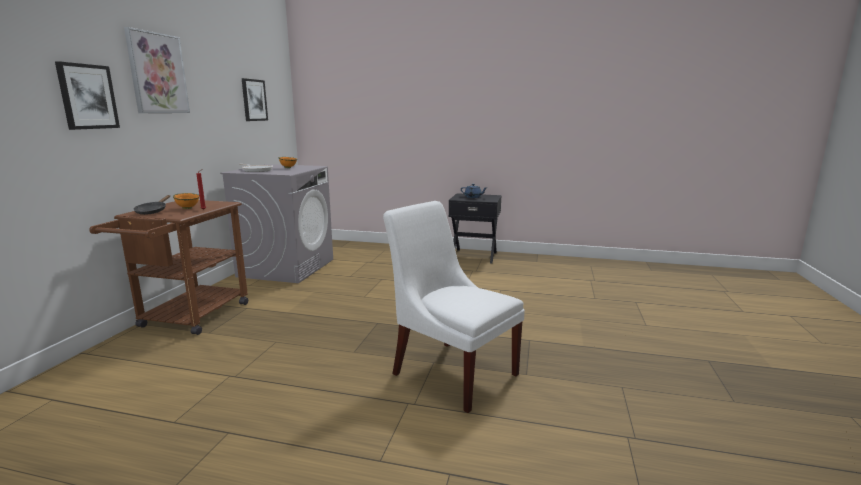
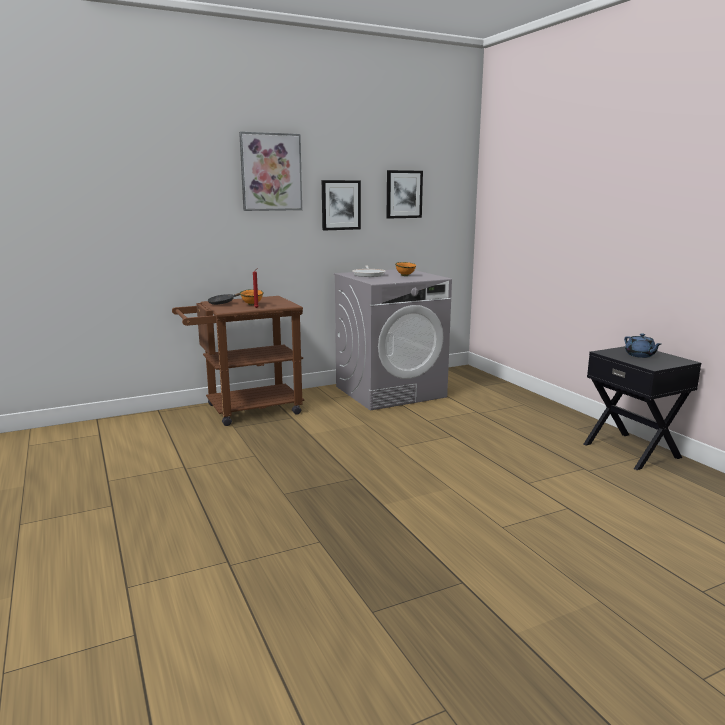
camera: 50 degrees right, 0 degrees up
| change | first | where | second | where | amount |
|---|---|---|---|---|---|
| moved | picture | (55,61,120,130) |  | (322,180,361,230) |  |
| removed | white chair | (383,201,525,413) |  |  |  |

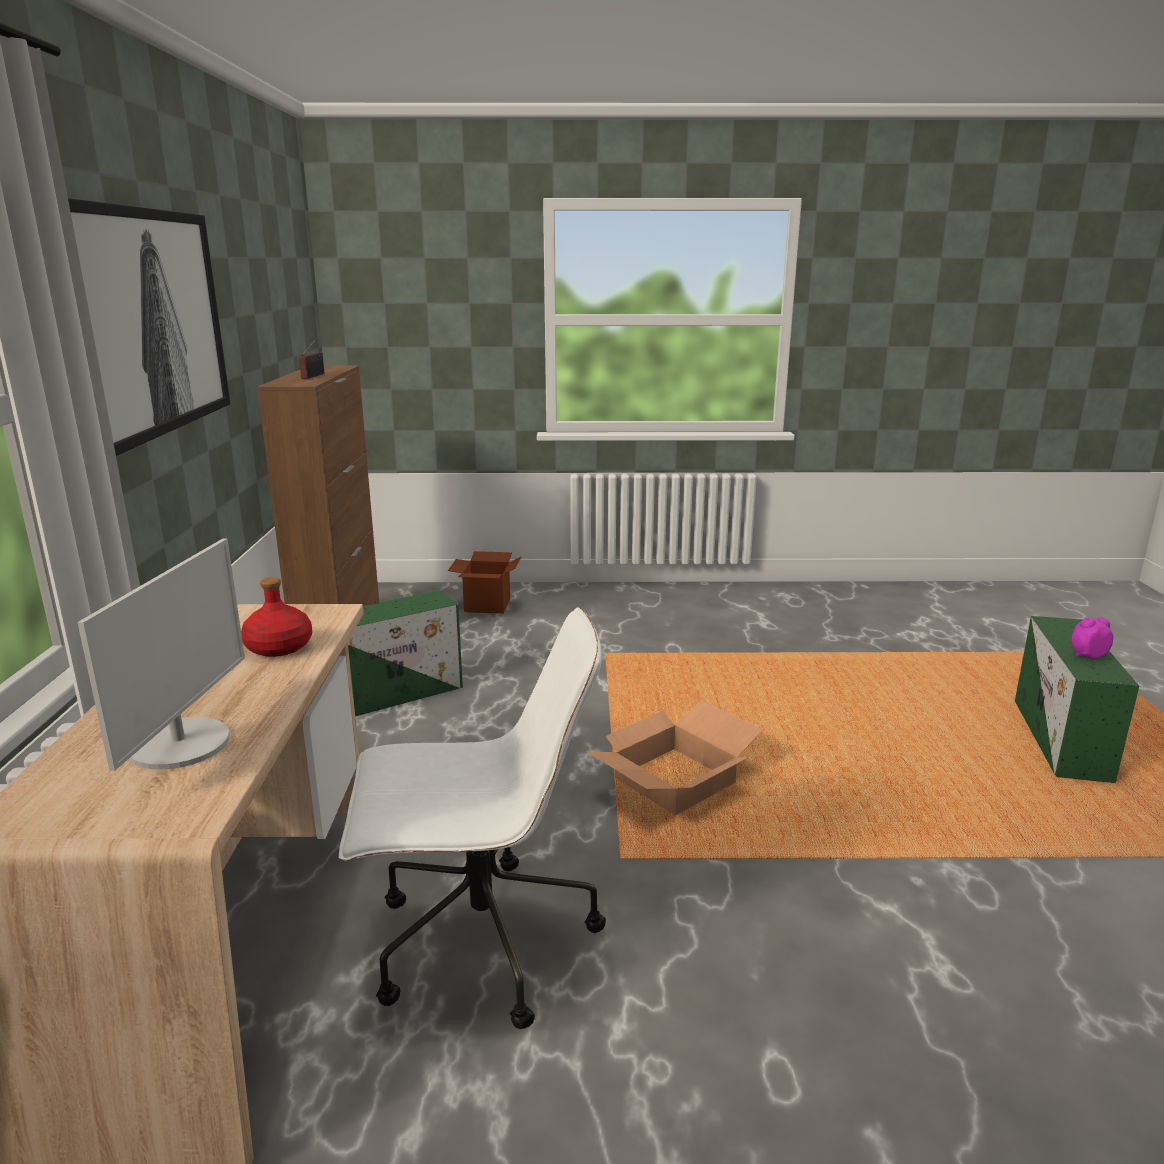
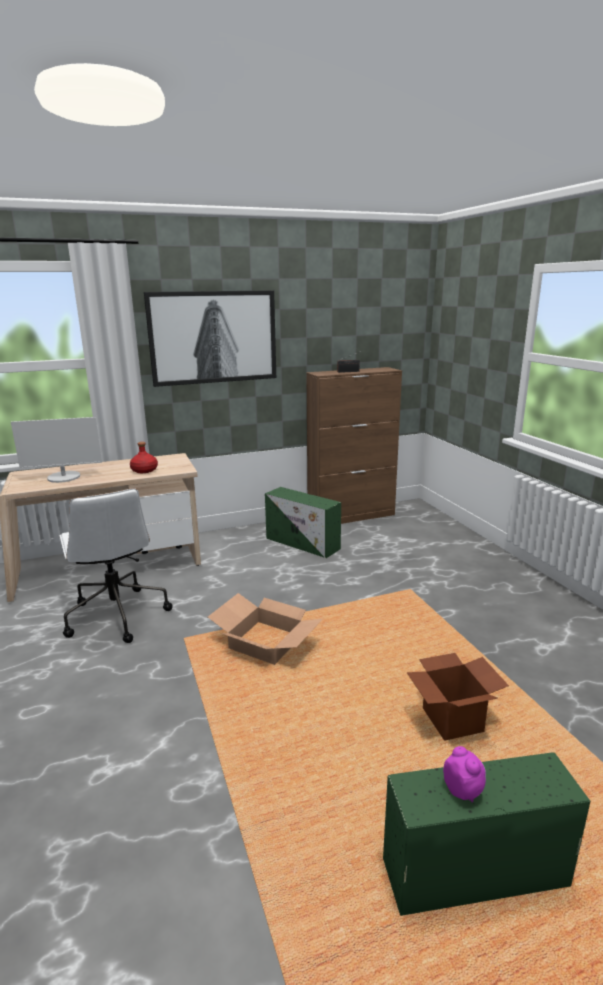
camera: 70 degrees right, 0 degrees up
| change | first | where | second | where | amount |
|---|---|---|---|---|---|
| moved | cardboard box | (448,551,522,614) |  | (407,653,509,741) |  |

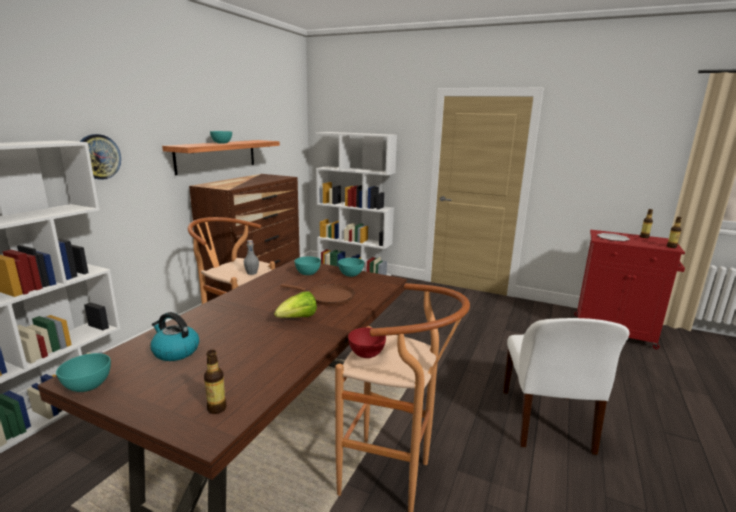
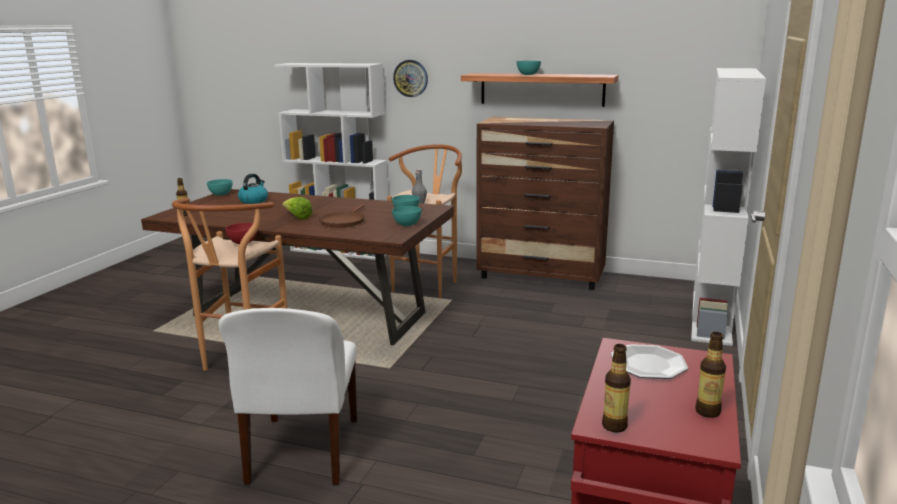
camera: 85 degrees right, 0 degrees up
| change | first | where | second | where | amount |
|---|---|---|---|---|---|
| turned | white chair | (503,318,630,455) |  | (219,308,357,485) | 90 degrees counterclockwise |

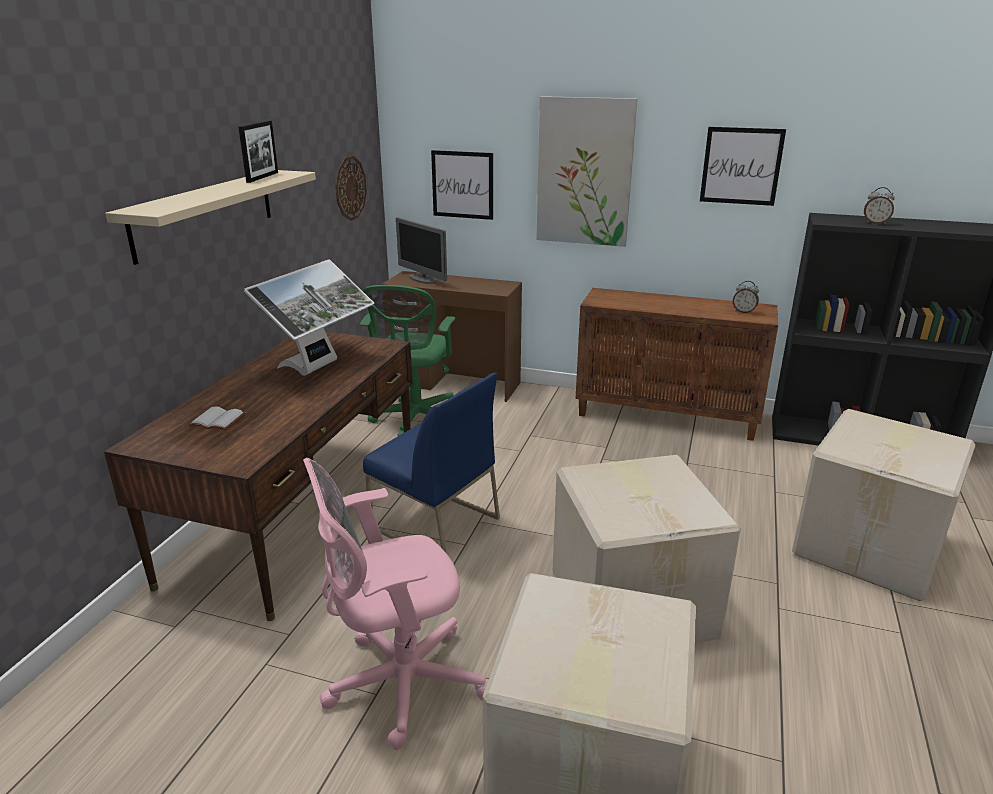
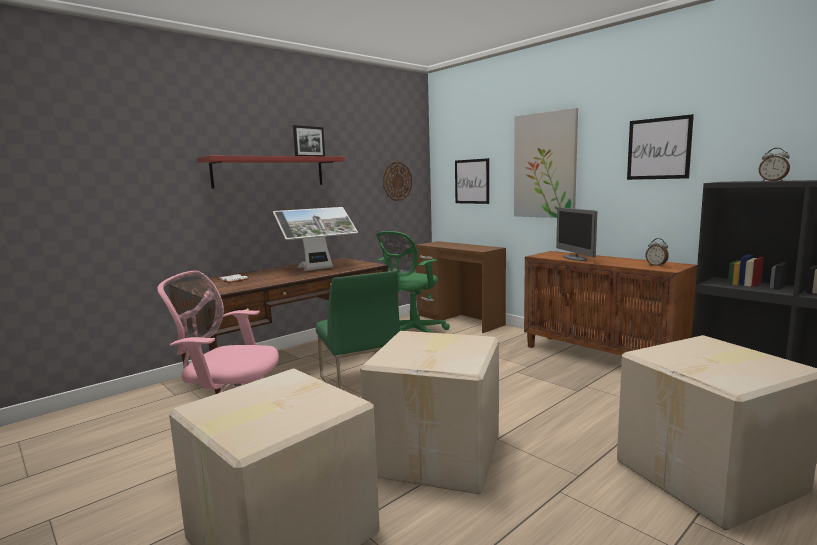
camera: 30 degrees right, 15 degrees down
| change | first | where | second | where | amount |
|---|---|---|---|---|---|
| recoloured | beige shelf | (105,170,316,265) | red shelf | (197,156,345,189) |  |
| recoloured | blue chair | (363,373,500,552) | green chair | (316,271,400,389) |  |
| moved | monitor | (396,217,447,284) |  | (556,207,597,261) |  |

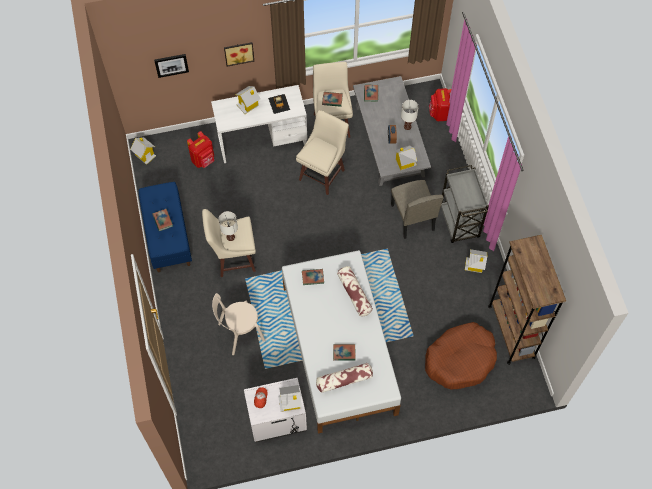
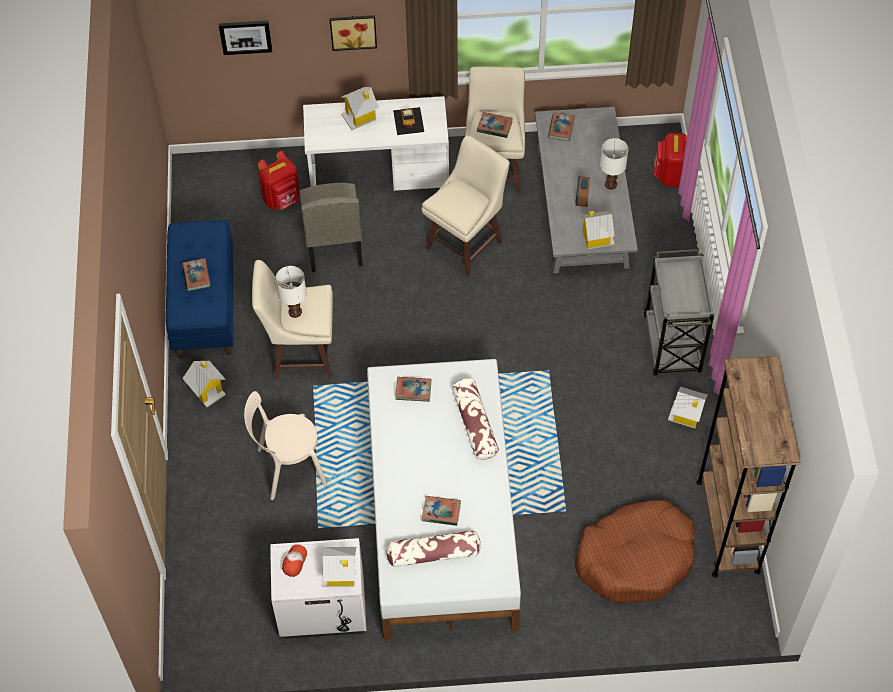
camera: 10 degrees right, 5 degrees down
| change | first | where | second | where | amount |
|---|---|---|---|---|---|
| moved | toy house | (130,137,156,165) |  | (182,361,226,407) |  |
| moved | beige chair | (391,180,443,239) |  | (299,183,363,272) |  |

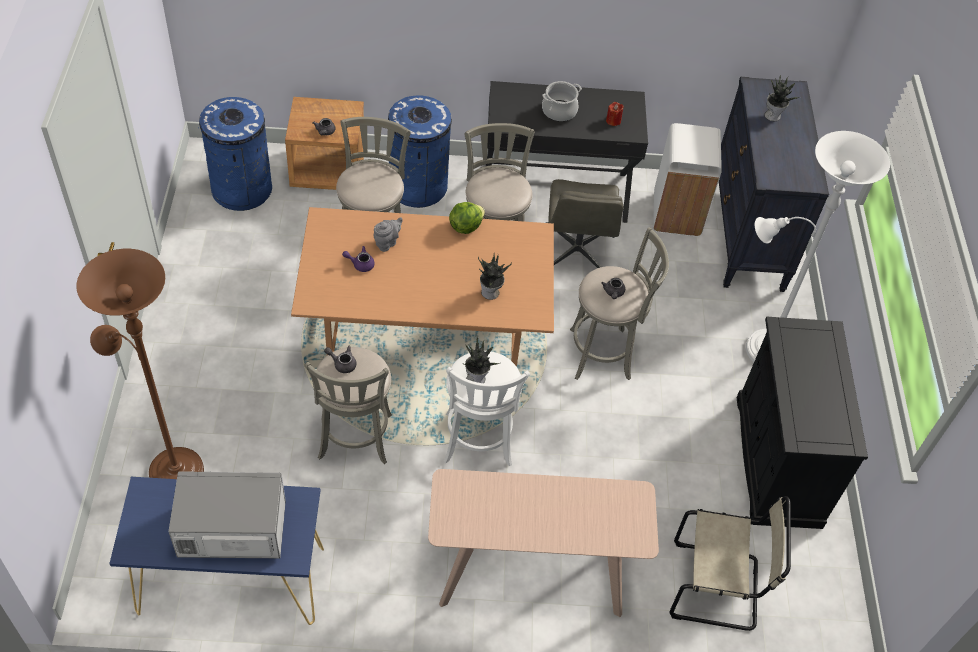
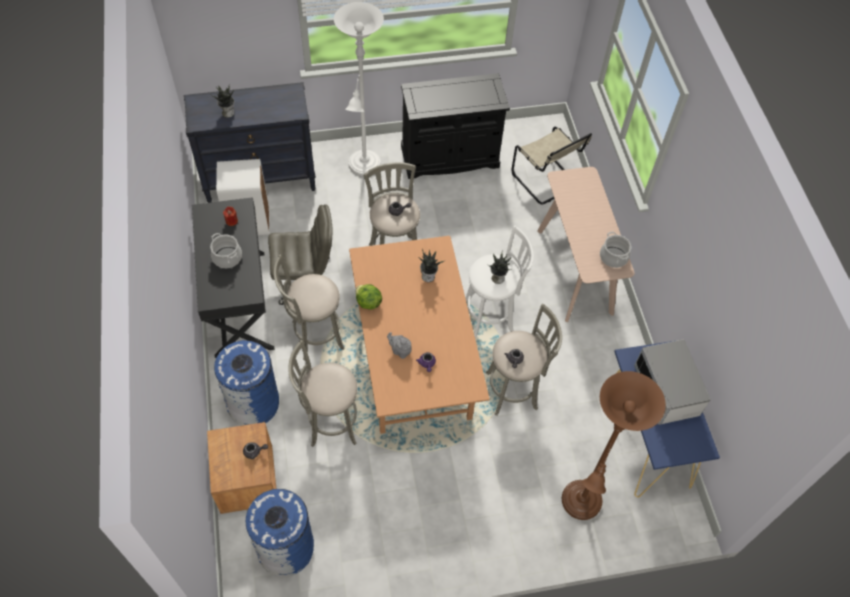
camera: 100 degrees left, 5 degrees up
| change | first | where | second | where | amount |
|---|---|---|---|---|---|
| turned | beige chair | (669,496,791,631) |  | (511,127,592,204) | 150 degrees clockwise |
| added |  |  | cooking pot | (600,232,631,268) |  |

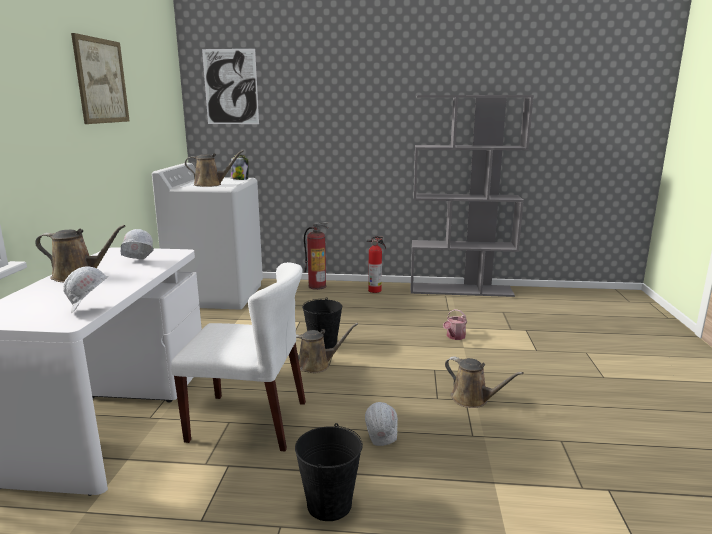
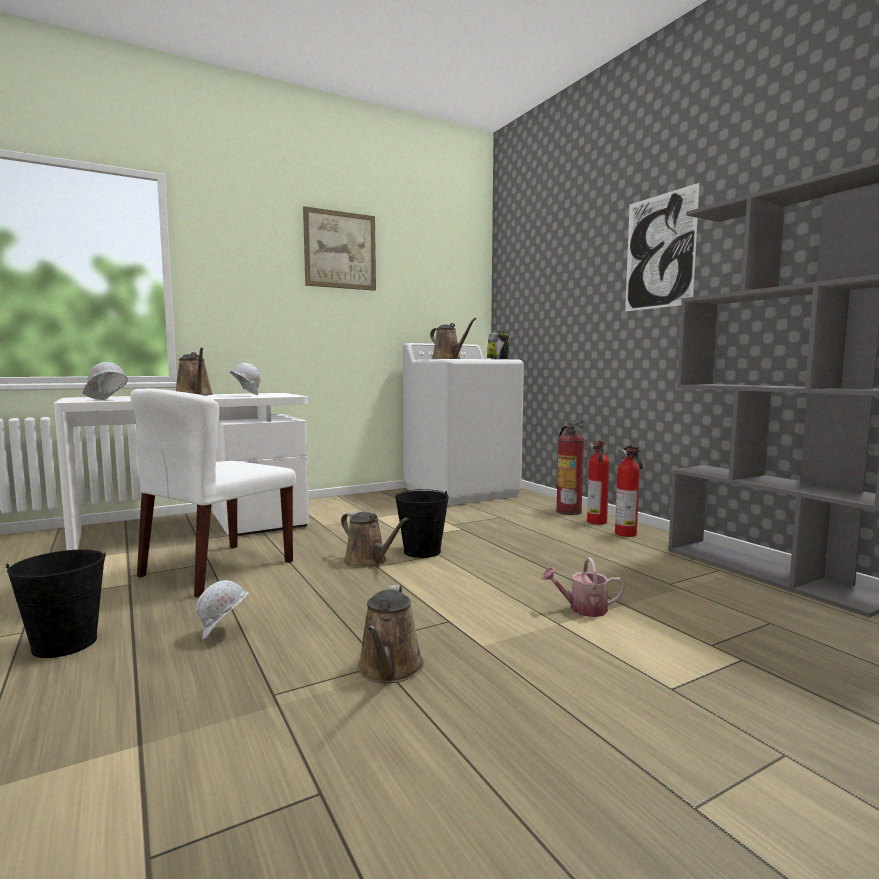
camera: 55 degrees right, 10 degrees down
| change | first | where | second | where | amount |
|---|---|---|---|---|---|
| turned | white chair | (171,262,306,451) |  | (130,389,296,598) | 60 degrees clockwise |
| added |  |  | fire extinguisher | (587,440,609,524) |  |
| moved | picture | (202,49,259,124) |  | (625,183,700,311) |  |

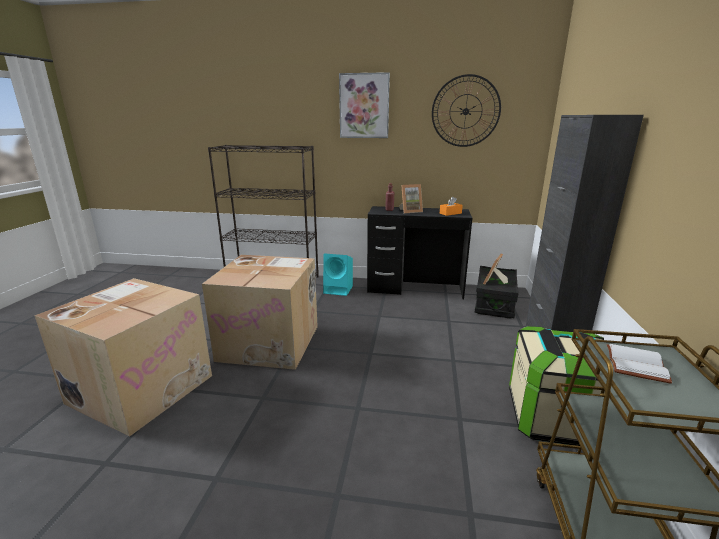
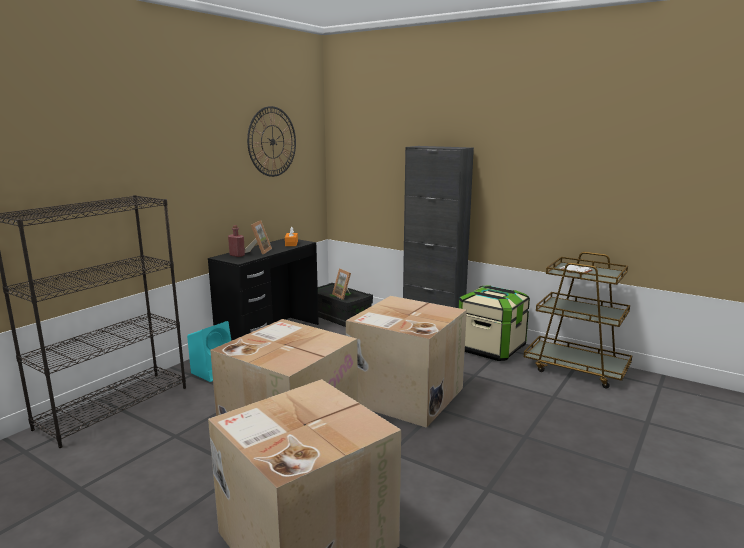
camera: 65 degrees left, 5 degrees down
| change | first | where | second | where | amount |
|---|---|---|---|---|---|
| added |  |  | cardboard box | (346,296,467,428) |  |
| removed | picture | (339,72,390,138) |  |  |  |

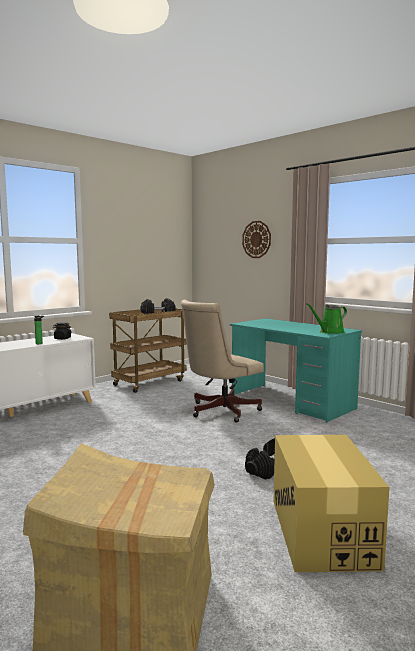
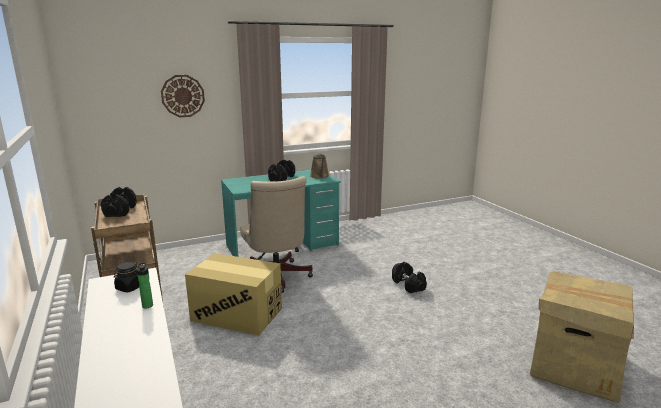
camera: 70 degrees left, 10 degrees up
| change | first | where | second | where | amount |
|---|---|---|---|---|---|
| moved | cardboard box | (274,435,389,572) |  | (185,253,282,336) |  |
| added |  |  | black dumbbell | (268,159,295,181) |  |
| recoloured | green watering can | (306,303,347,334) | brown watering can | (310,153,329,179) |  |

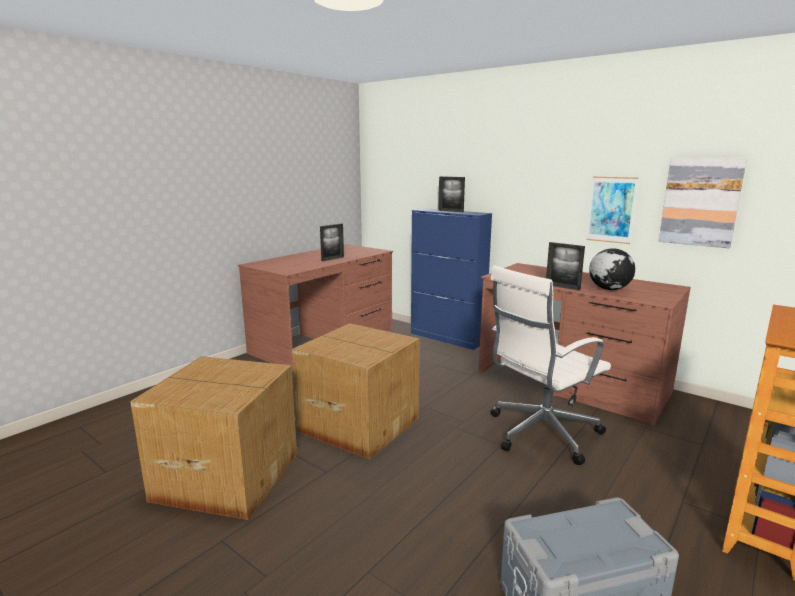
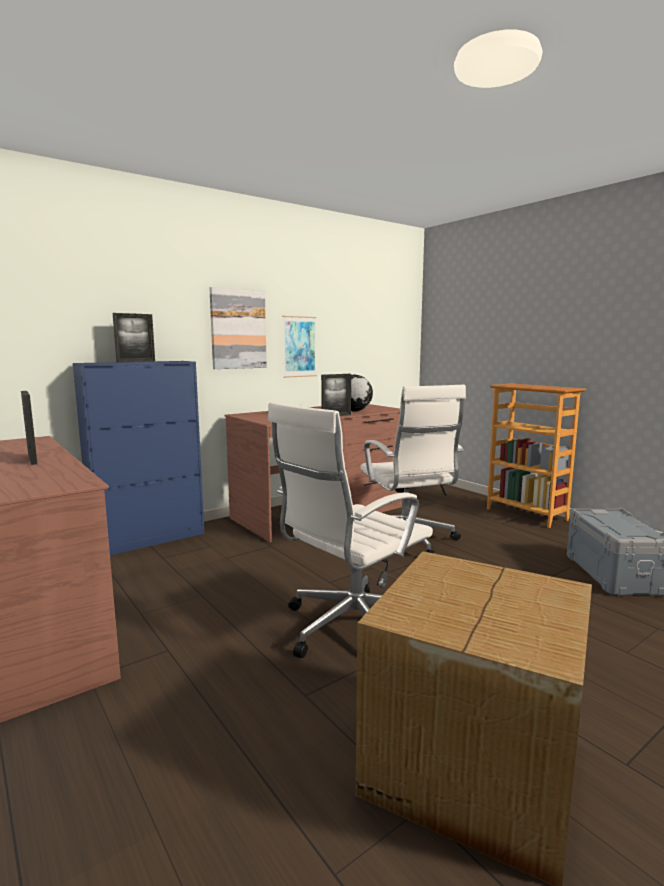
camera: 75 degrees left, 5 degrees down
| change | first | where | second | where | amount |
|---|---|---|---|---|---|
| moved | picture | (659,158,747,248) |  | (209,287,267,369) |  |
| replaced | cardboard box | (292,323,420,459) | white office chair | (267,402,433,658) |  |

